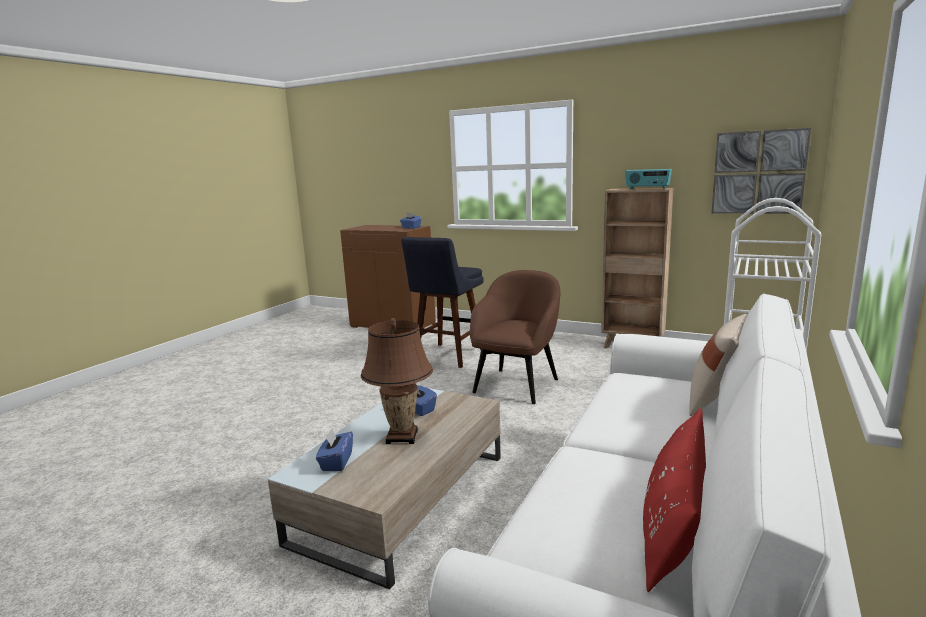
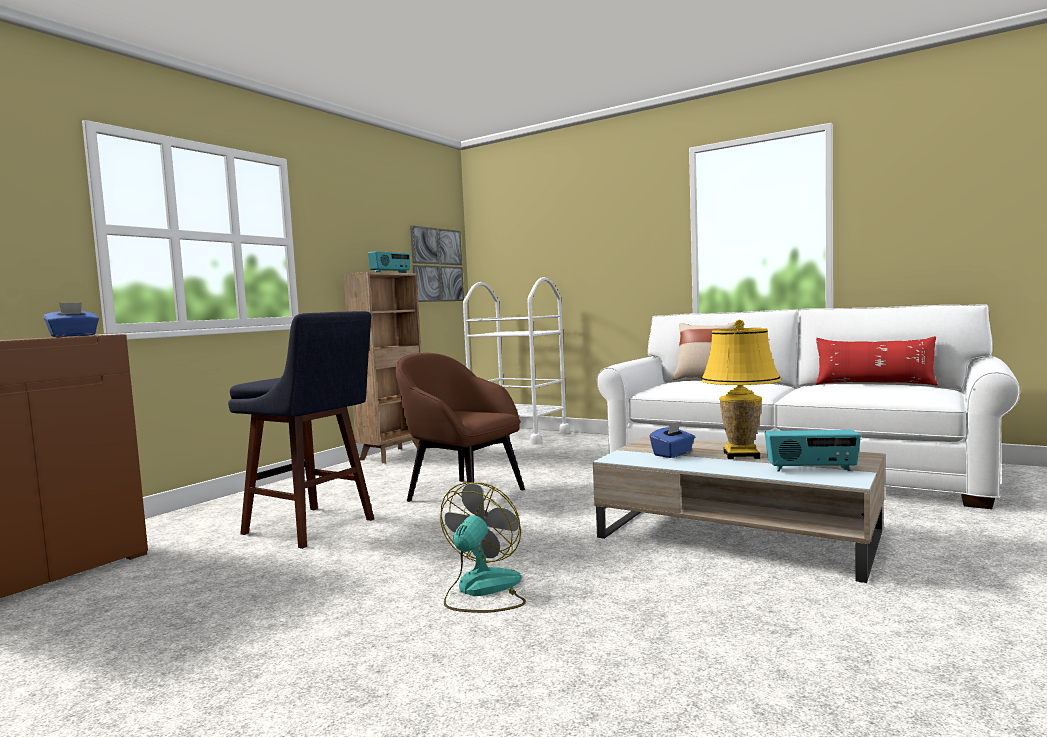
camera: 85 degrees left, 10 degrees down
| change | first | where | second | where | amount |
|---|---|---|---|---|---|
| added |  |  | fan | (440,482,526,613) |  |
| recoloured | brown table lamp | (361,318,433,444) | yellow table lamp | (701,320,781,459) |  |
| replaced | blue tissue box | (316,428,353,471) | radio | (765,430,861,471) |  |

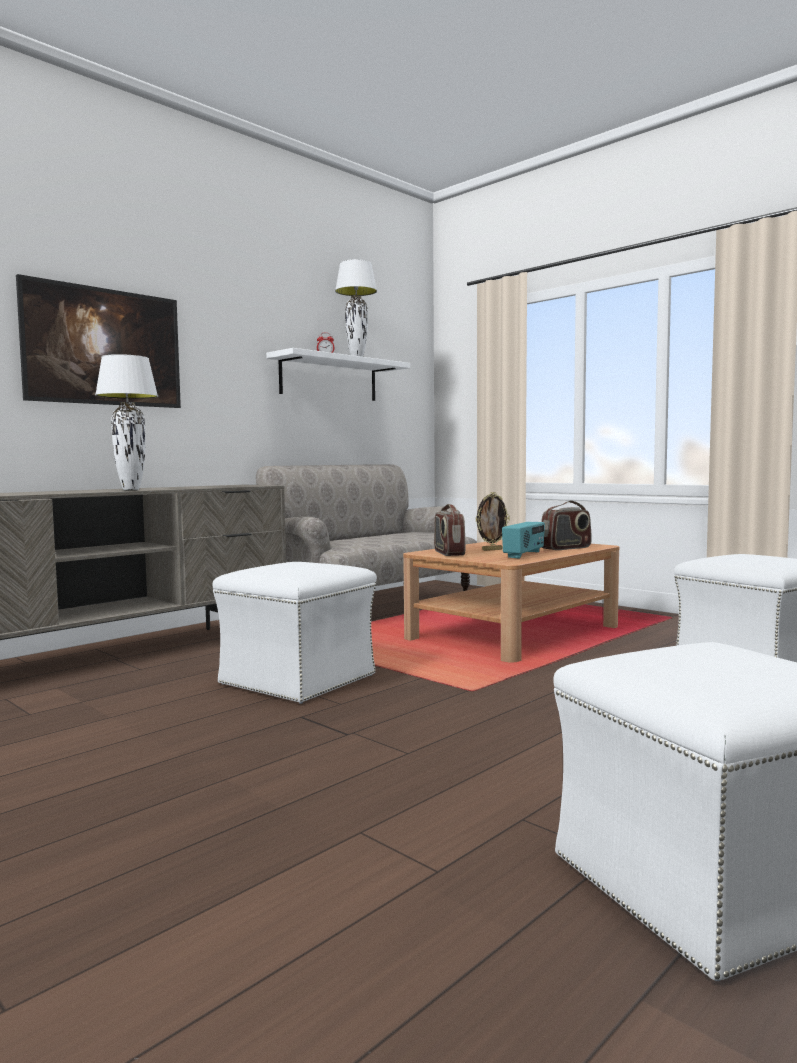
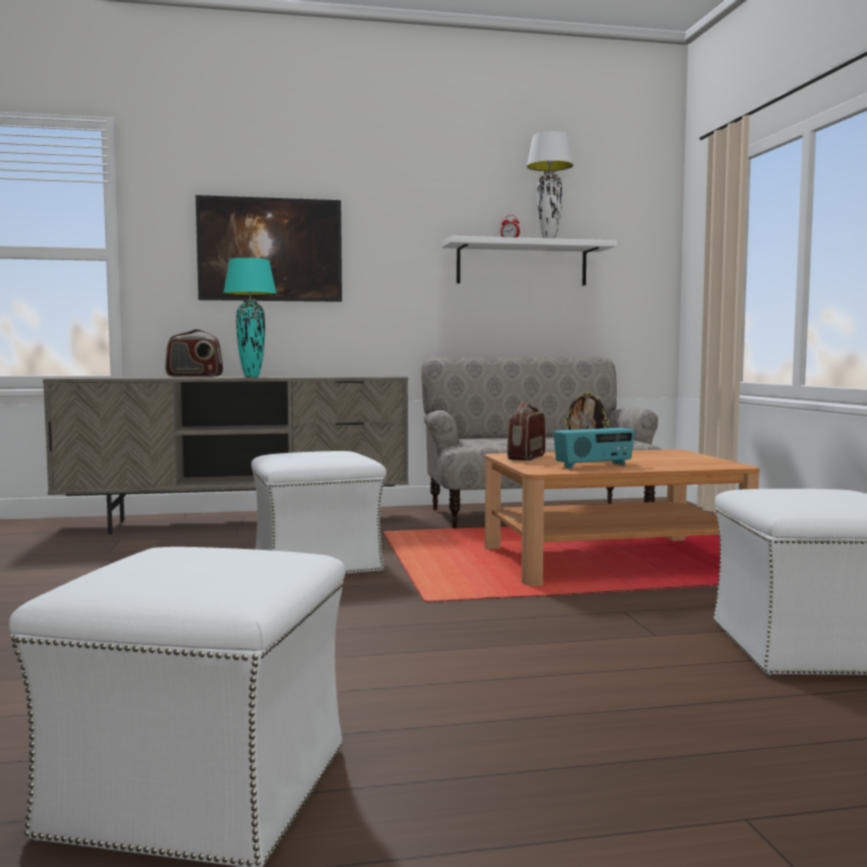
camera: 35 degrees right, 0 degrees up
| change | first | where | second | where | amount |
|---|---|---|---|---|---|
| moved | radio | (541,500,592,550) |  | (165,329,223,377) |  |
| recoloured | white table lamp | (95,354,158,490) | turquoise table lamp | (223,258,277,377) |  |

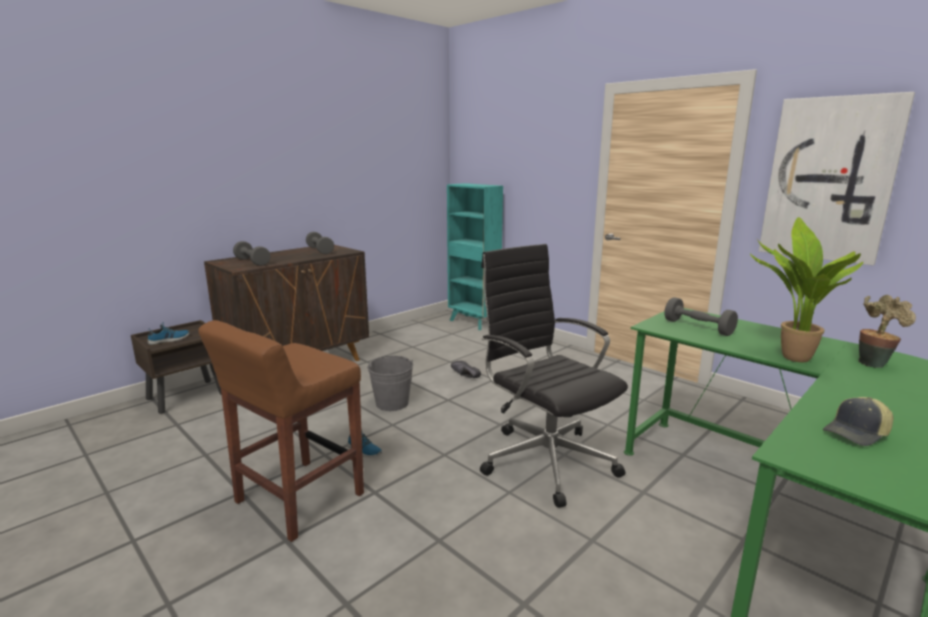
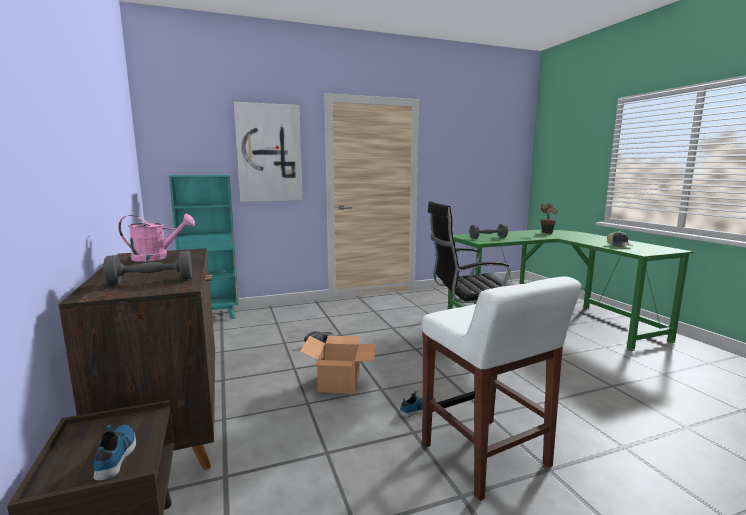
camera: 65 degrees left, 5 degrees down
| change | first | where | second | where | amount |
|---|---|---|---|---|---|
| replaced | grey dumbbell | (306,232,334,254) | pink watering can | (118,214,195,262) |  |
| moved | picture | (759,92,915,265) |  | (234,102,303,202) |  |
| replaced | grey bucket | (367,356,413,411) | cardboard box | (300,336,377,394) |  |
| recoloured | brown stool | (199,320,364,542) | white stool | (422,276,582,501) |  |
| removed | potted plant | (750,217,863,362) |  |  |  |

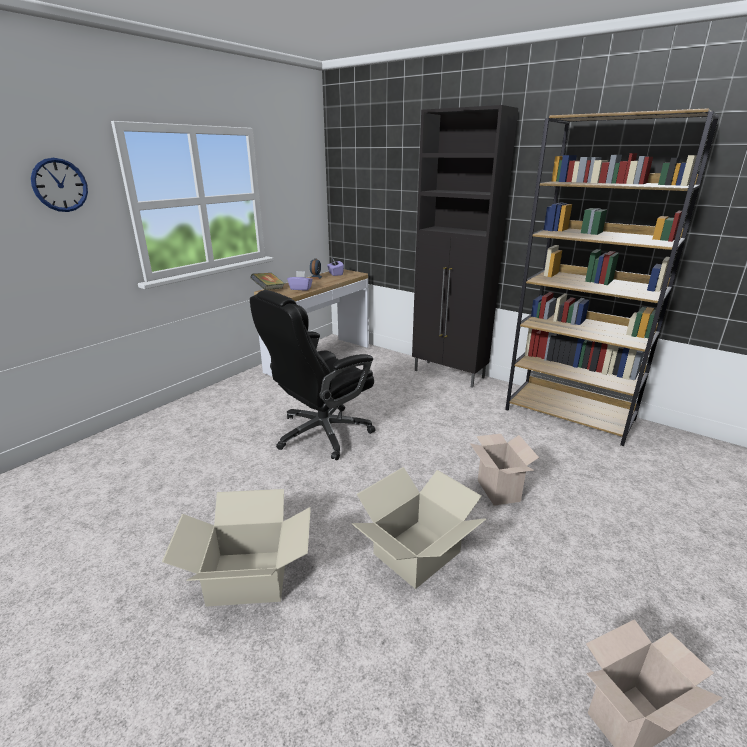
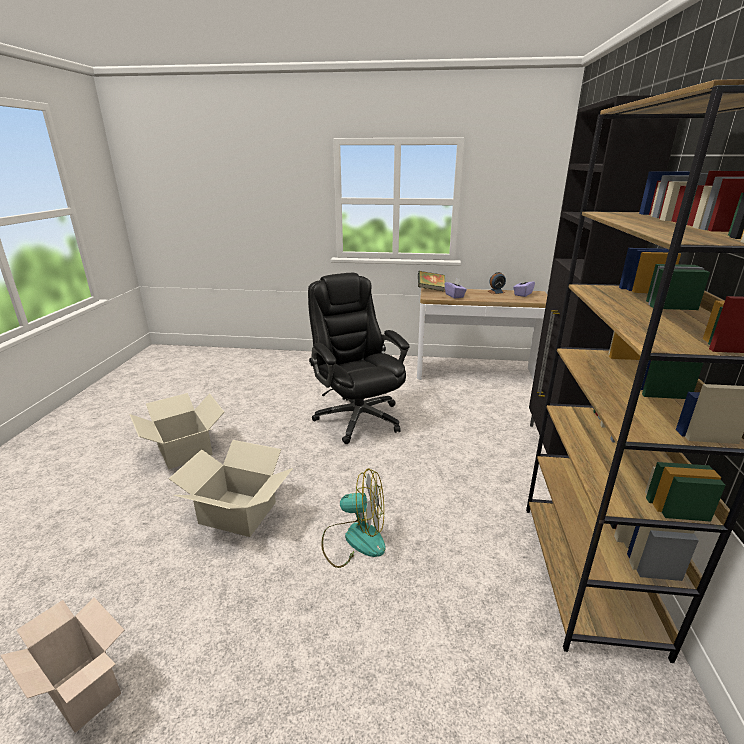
camera: 60 degrees right, 0 degrees up
| change | first | where | second | where | amount |
|---|---|---|---|---|---|
| turned | black office chair | (250,290,376,460) |  | (308,273,410,444) | 45 degrees clockwise |
| replaced | cardboard box | (470,434,539,506) | fan | (322,468,386,568) |  |
| removed | wall clock | (31,158,88,212) |  |  |  |

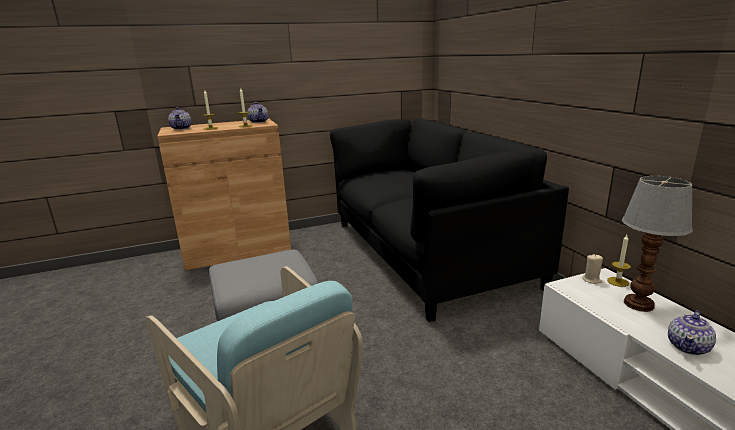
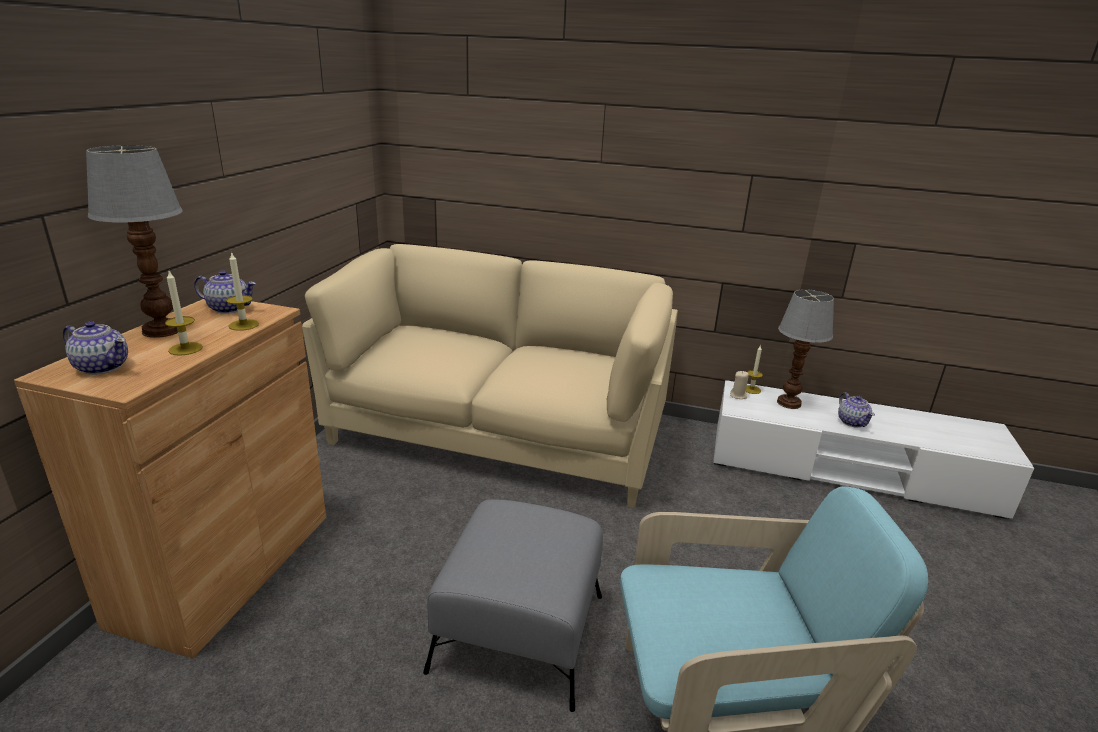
camera: 55 degrees left, 5 degrees up
| change | first | where | second | where | amount |
|---|---|---|---|---|---|
| added |  |  | table lamp | (86,145,183,338) |  |
| recoloured | black sofa | (330,119,569,322) | beige sofa | (302,244,678,508) |  |

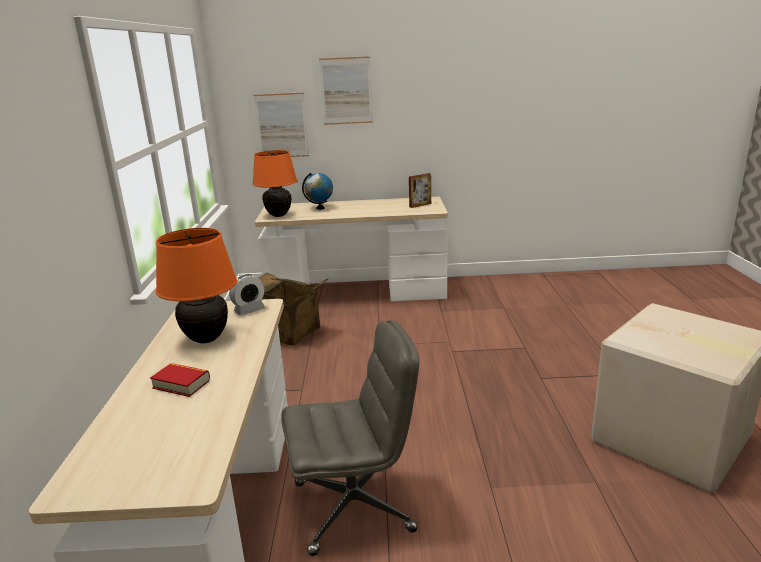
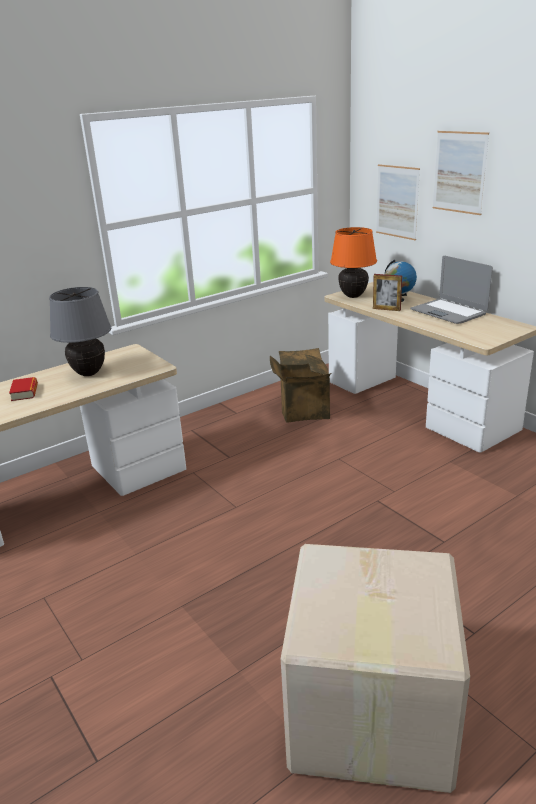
camera: 55 degrees right, 5 degrees up
| change | first | where | second | where | amount |
|---|---|---|---|---|---|
| recoloured | orange table lamp | (156,228,237,343) | grey table lamp | (49,287,111,376) |  |
| moved | picture frame | (409,173,431,208) |  | (373,274,402,311) |  |
| added |  |  | laptop | (410,256,493,324) |  |
| removed | alarm clock | (229,274,265,316) |  |  |  |
| removed | grey office chair | (281,320,419,556) |  |  |  |

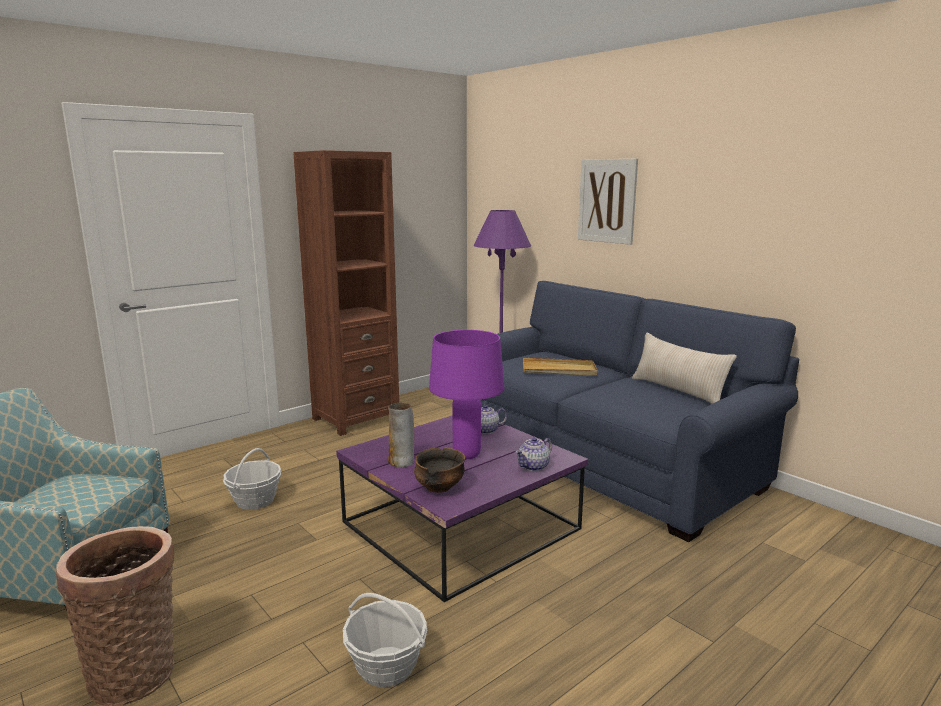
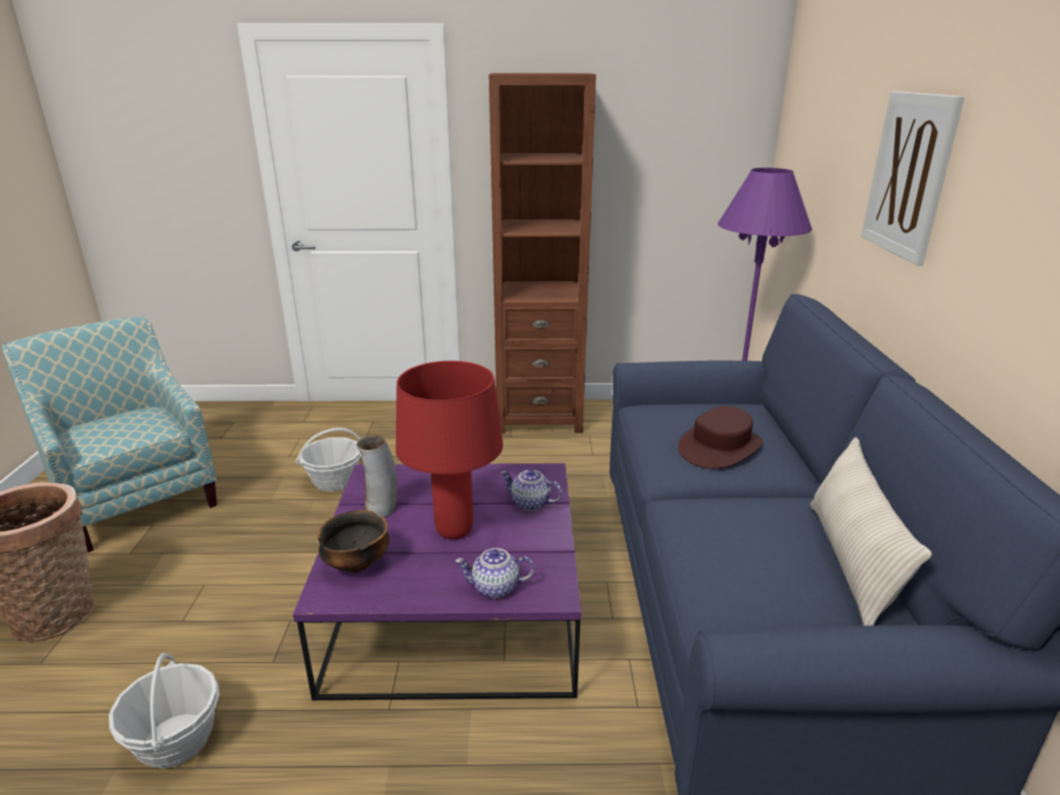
camera: 40 degrees right, 10 degrees up
| change | first | where | second | where | amount |
|---|---|---|---|---|---|
| recoloured | purple table lamp | (429,330,505,459) | red table lamp | (396,361,503,539) |  |
| replaced | beige tray | (523,358,598,376) | brown hat | (678,406,763,469) |  |

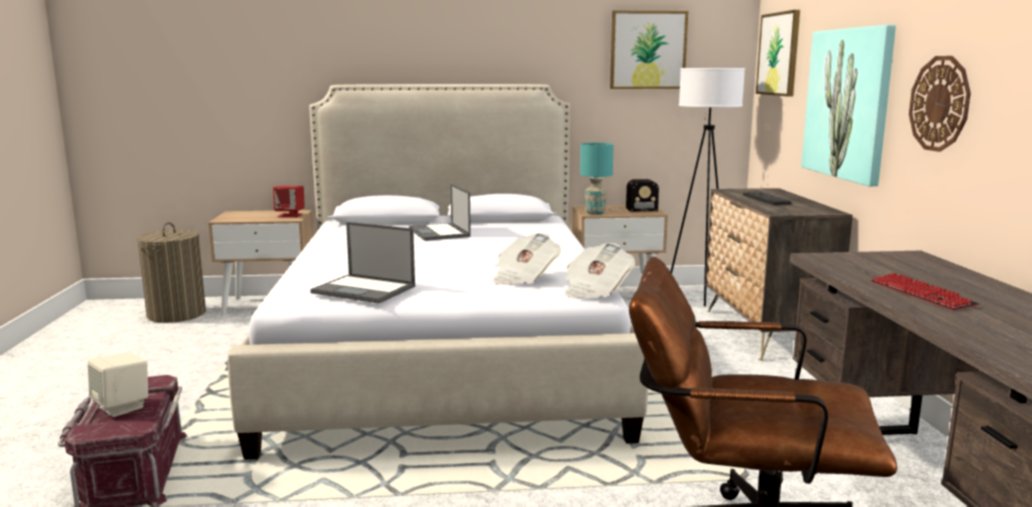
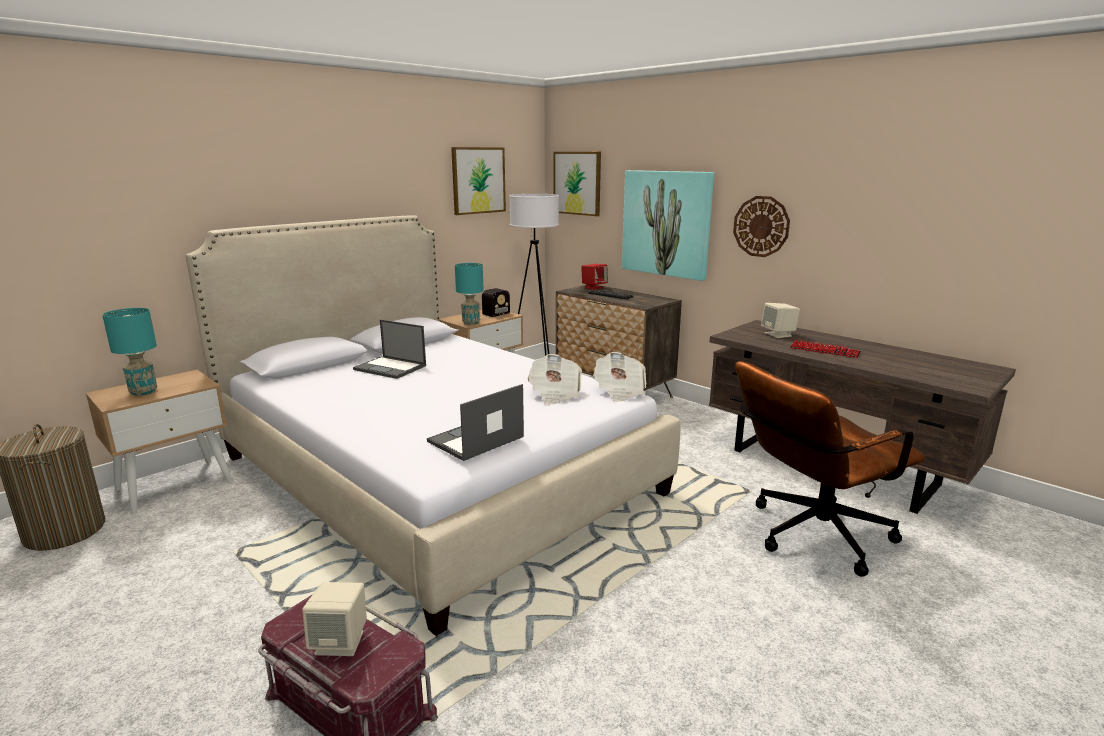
camera: 40 degrees left, 5 degrees up
| change | first | where | second | where | amount |
|---|---|---|---|---|---|
| added |  |  | turquoise table lamp | (102,308,157,396) |  |
| turned | laptop | (310,222,415,303) |  | (427,384,524,461) | 150 degrees clockwise |
| moved | red speaker | (273,186,305,217) |  | (581,264,608,290) |  |
| added |  |  | beige speaker | (761,303,800,338) |  |

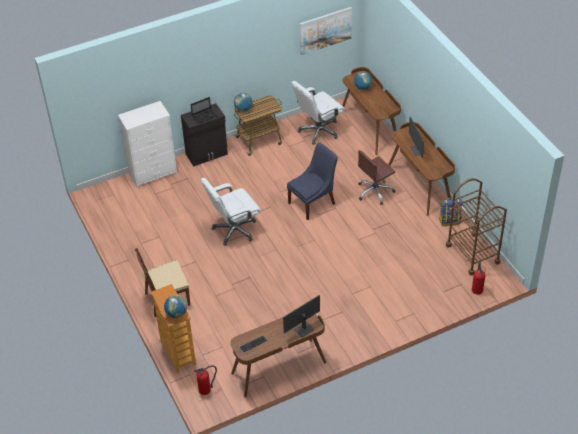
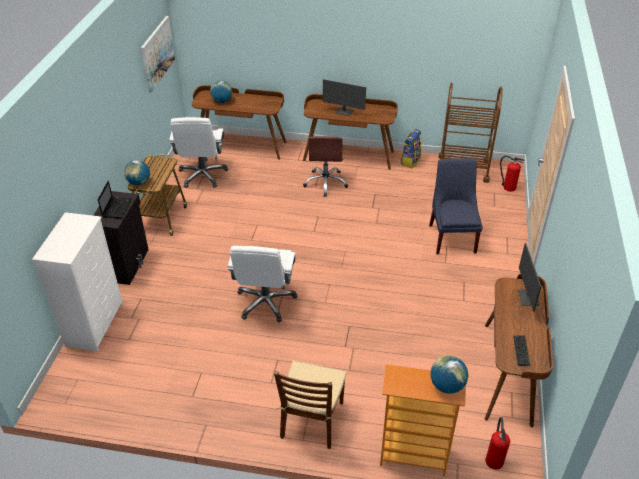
camera: 55 degrees left, 5 degrees down
| change | first | where | second | where | amount |
|---|---|---|---|---|---|
| moved | blue chair | (287,142,338,220) |  | (429,158,483,254) |  |

